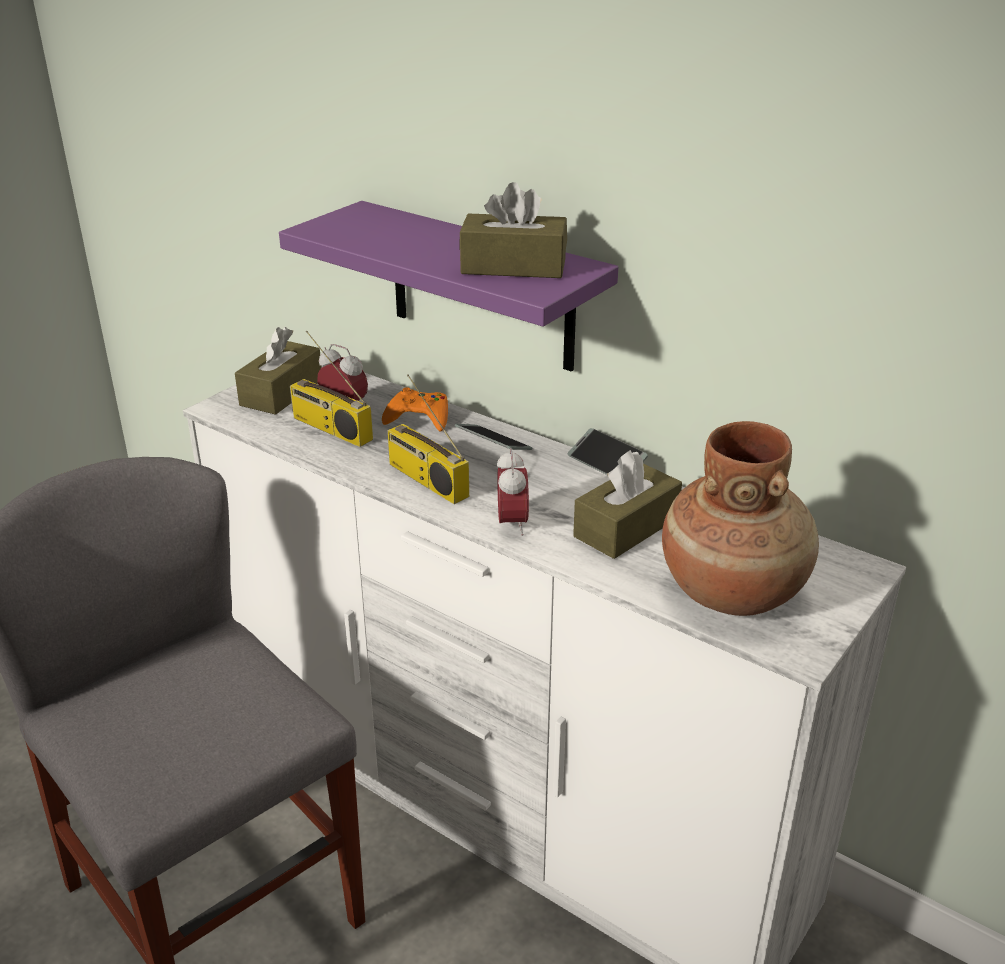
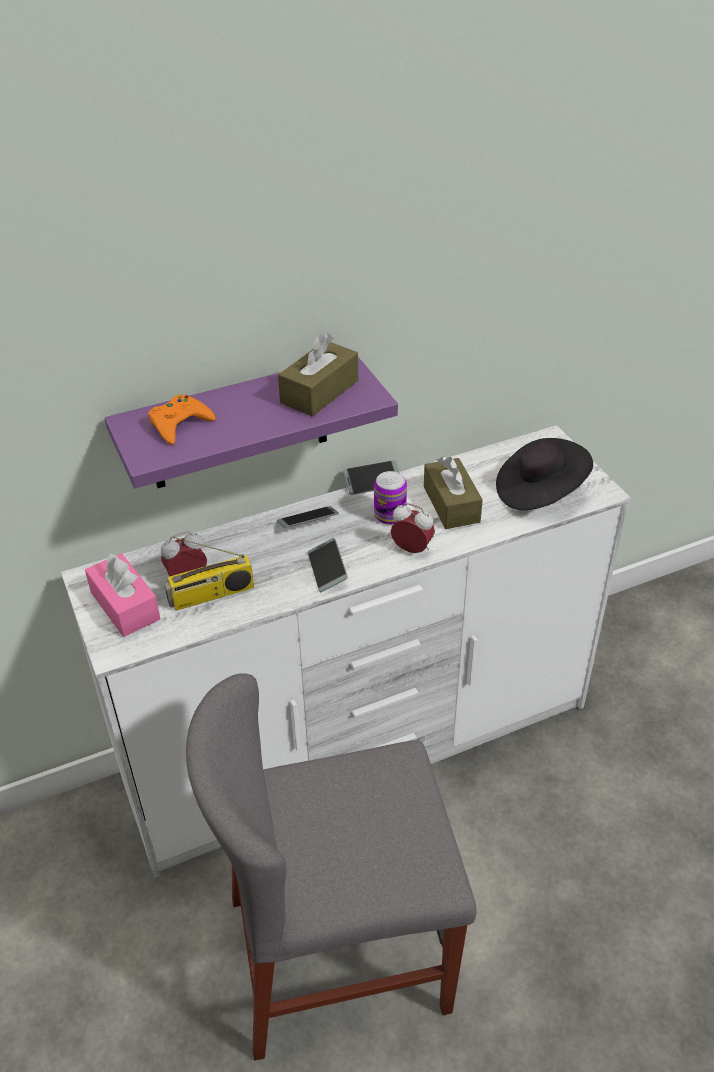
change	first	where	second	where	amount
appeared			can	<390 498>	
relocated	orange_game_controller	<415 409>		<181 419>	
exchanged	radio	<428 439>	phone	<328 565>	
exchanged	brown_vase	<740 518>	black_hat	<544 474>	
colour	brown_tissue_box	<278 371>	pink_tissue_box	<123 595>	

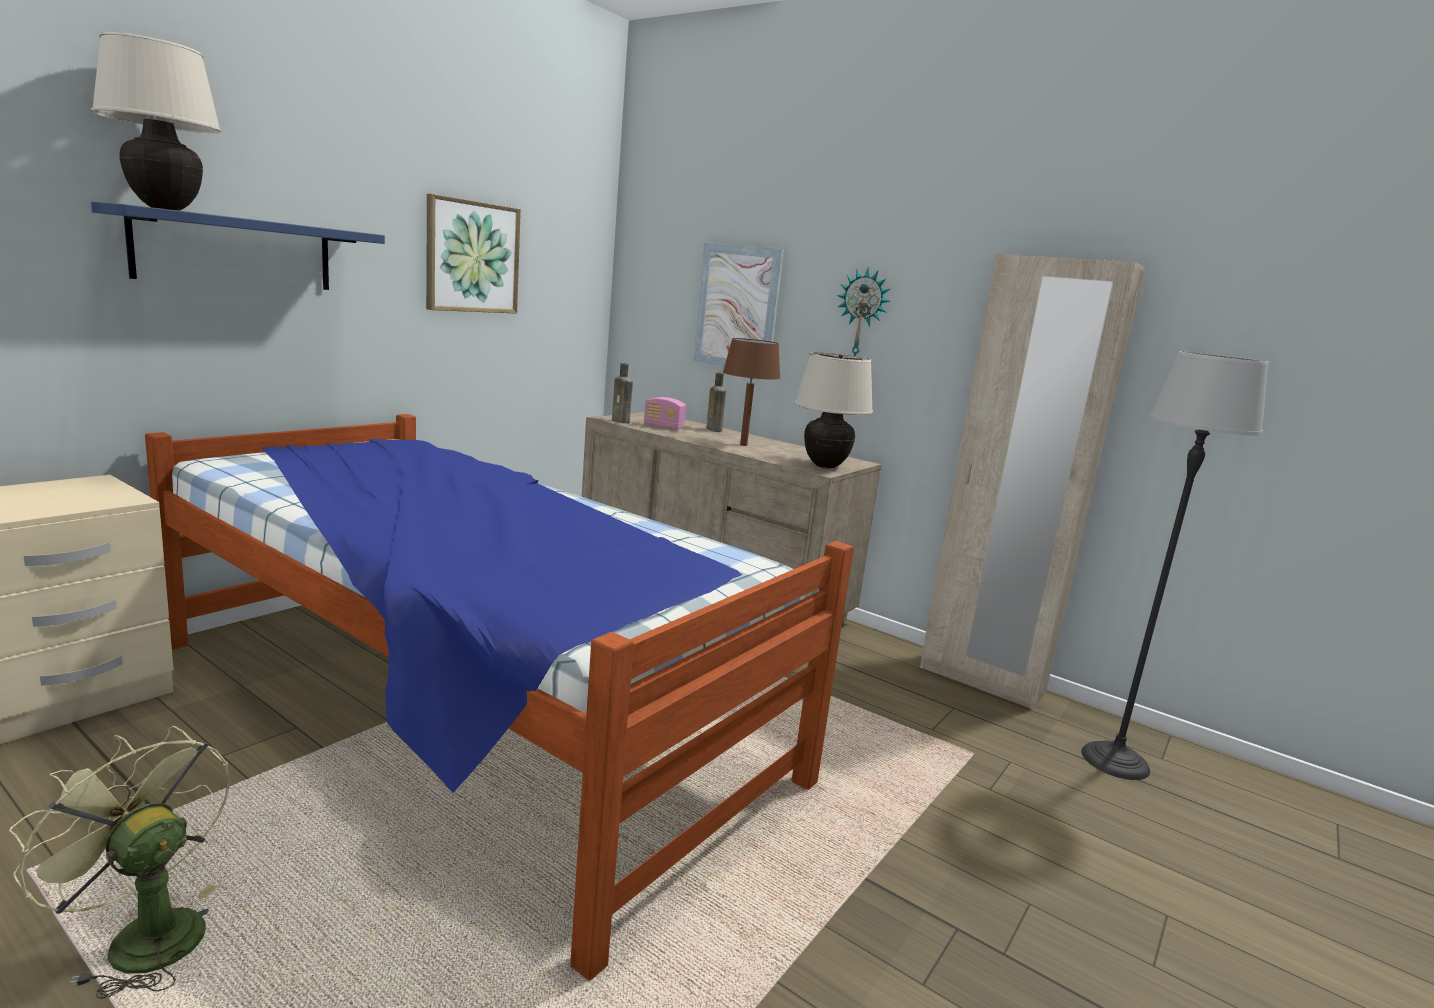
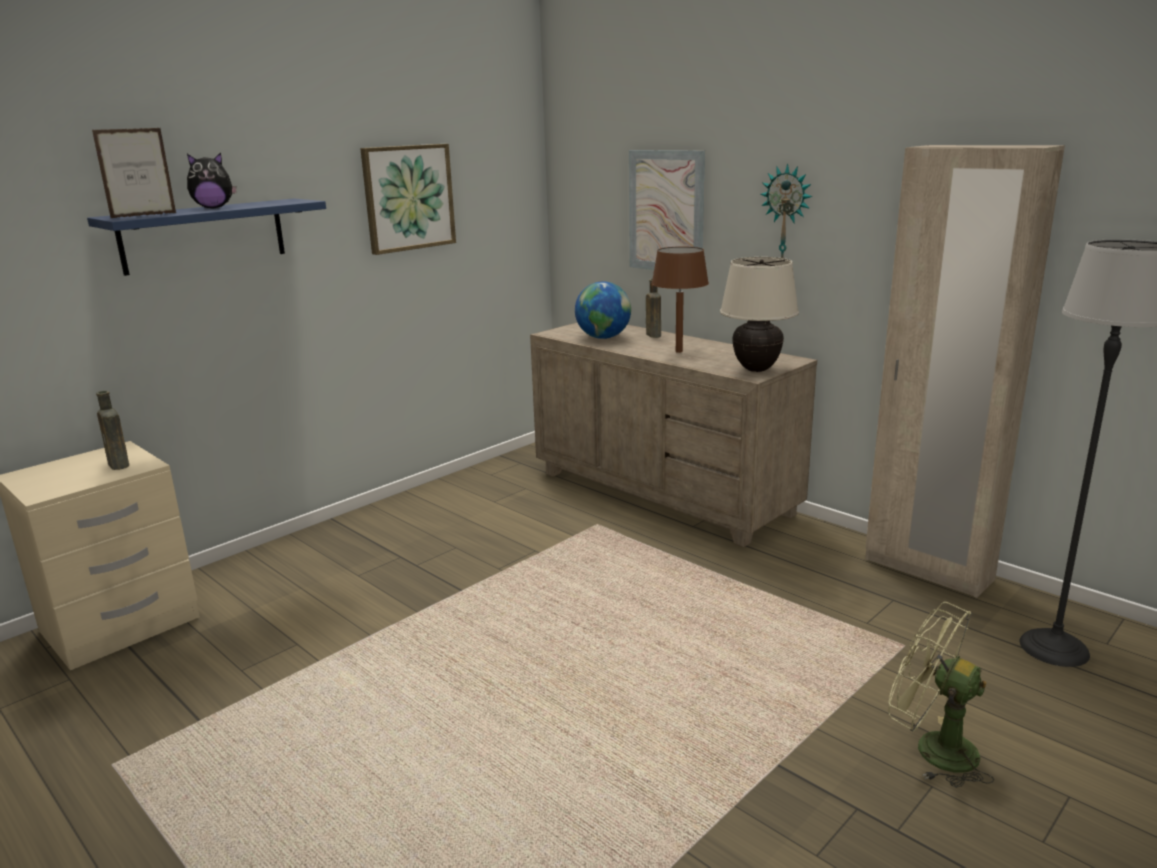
change	first	where	second	where	amount
missing	bed	<499 697>			
appeared			plush_toy	<212 180>	
relocated	green_fan	<119 862>		<941 695>	
relocated	brown_bottle	<622 393>		<112 430>	
exchanged	beige_table_lamp	<156 121>	picture_frame	<134 173>	
exchanged	radio	<665 413>	globe	<603 310>	

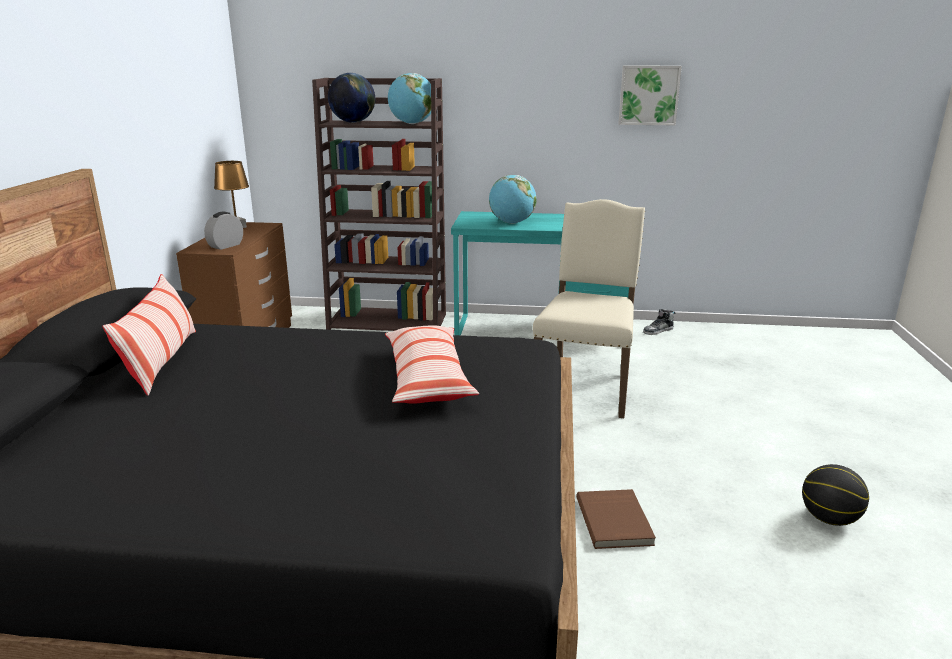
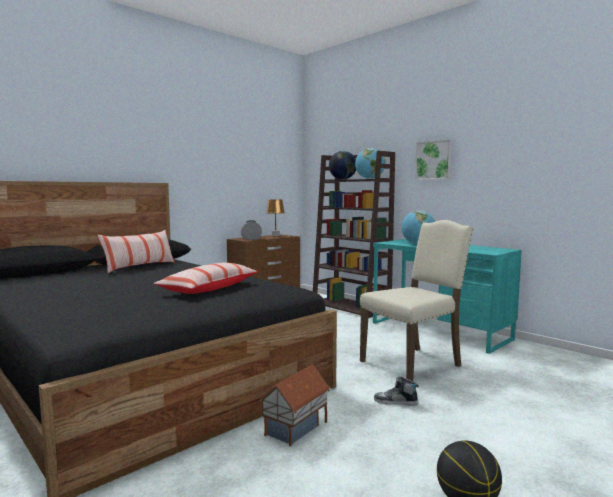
change	first	where	second	where	amount
relocated	picture	<650 95>		<434 159>	
relocated	shoe	<659 322>		<396 391>	
exchanged	brown_book	<616 519>	toy_house	<294 405>	

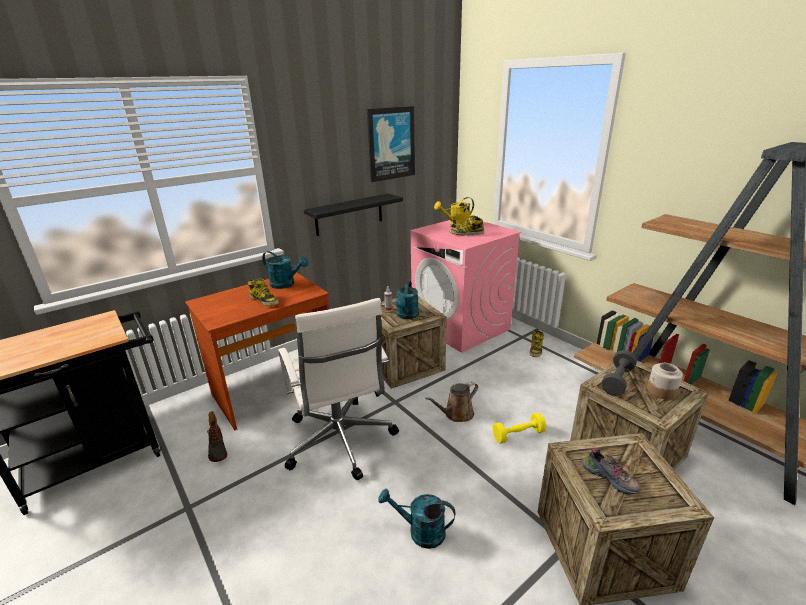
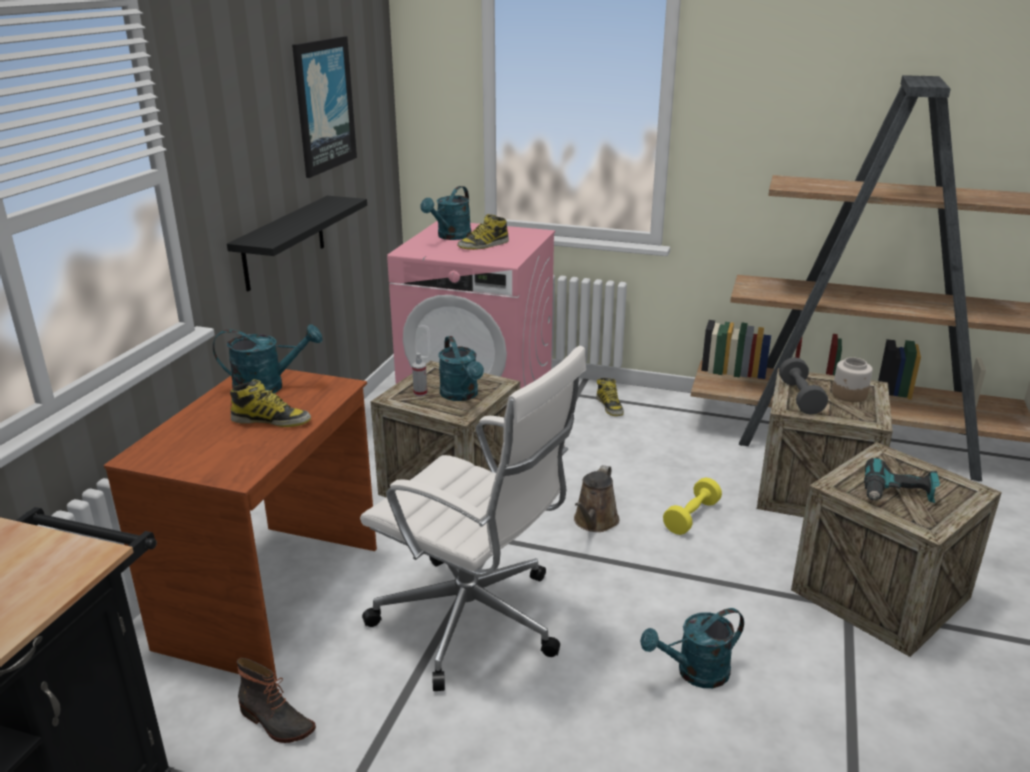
change	first	where	second	where	amount
exchanged	shoe	<611 471>	power_drill	<902 480>	
colour	yellow_watering_can	<454 212>	turquoise_watering_can	<445 213>	

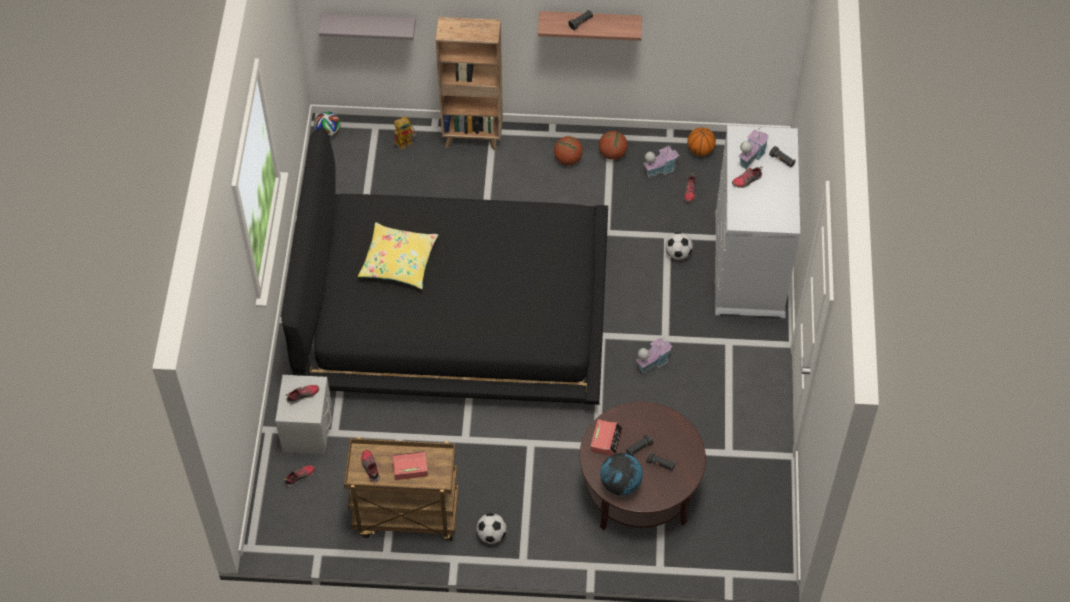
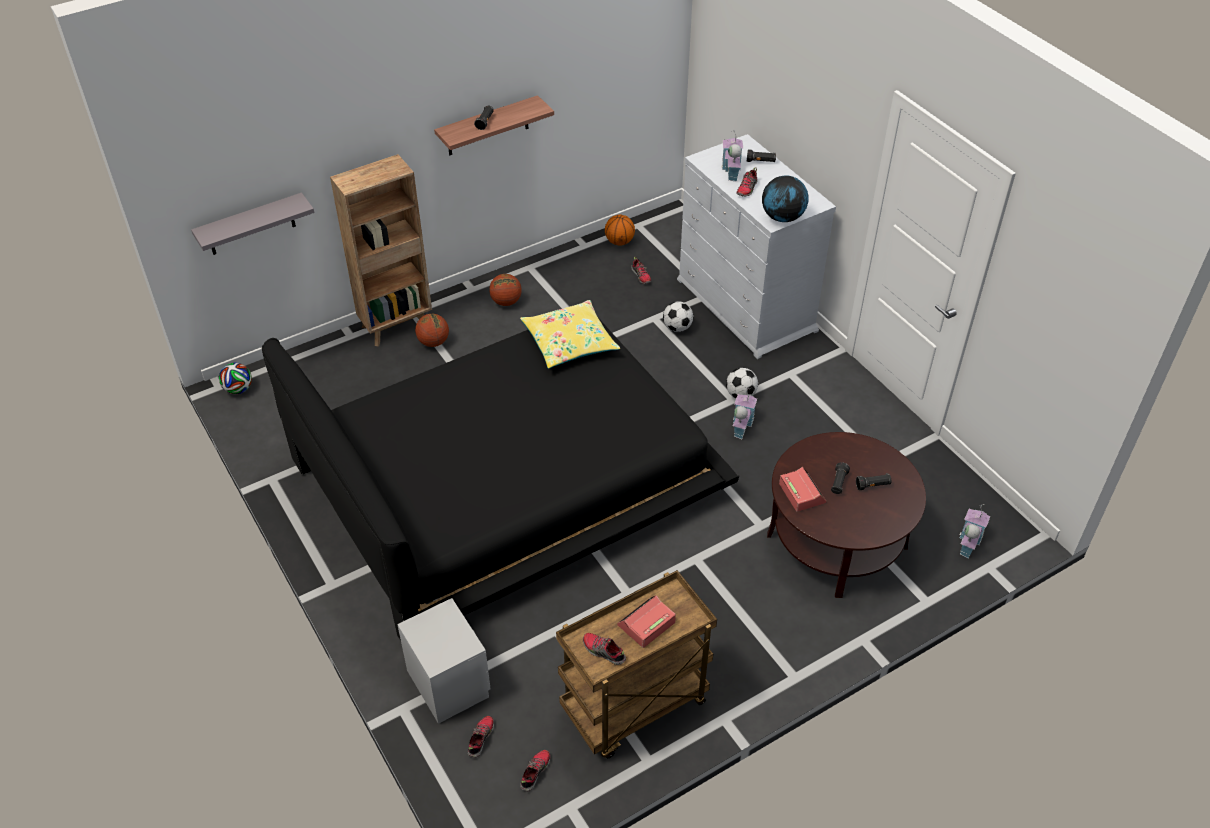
change	first	where	second	where	amount
missing	toy_robot	<405 133>			
relocated	shoe	<302 394>		<535 770>	
relocated	yellow_pillow	<398 255>		<570 334>	
relocated	football	<491 528>		<742 383>	
relocated	basketball	<613 145>		<432 330>	
relocated	globe	<621 474>		<785 198>	
relocated	toy_house	<661 161>		<974 531>	

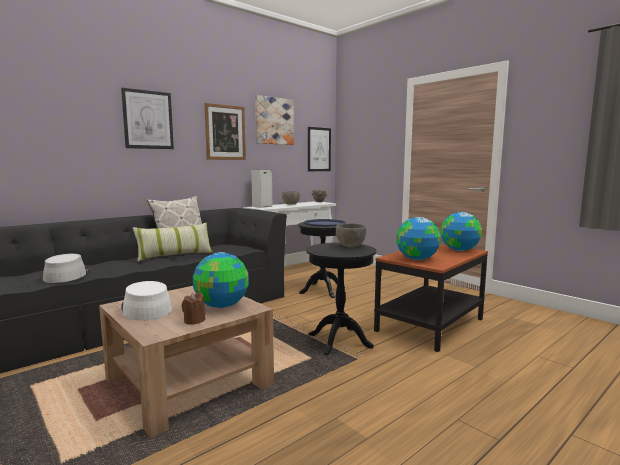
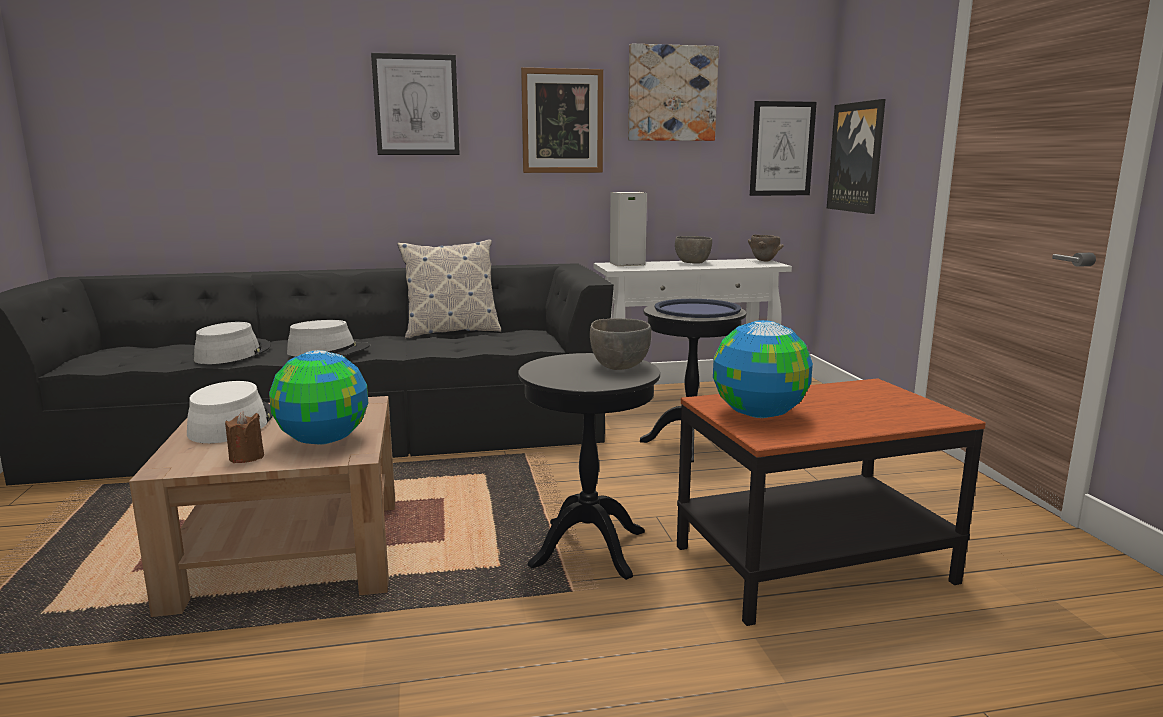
change	first	where	second	where	amount
missing	pillow	<173 242>			
missing	globe	<461 231>			
appeared			grey_hat	<328 338>	
appeared			picture	<856 156>	

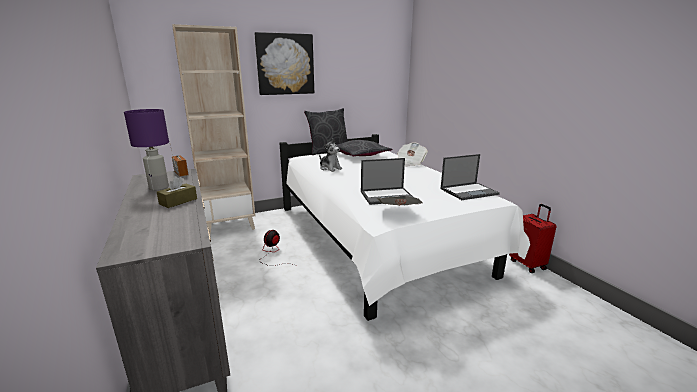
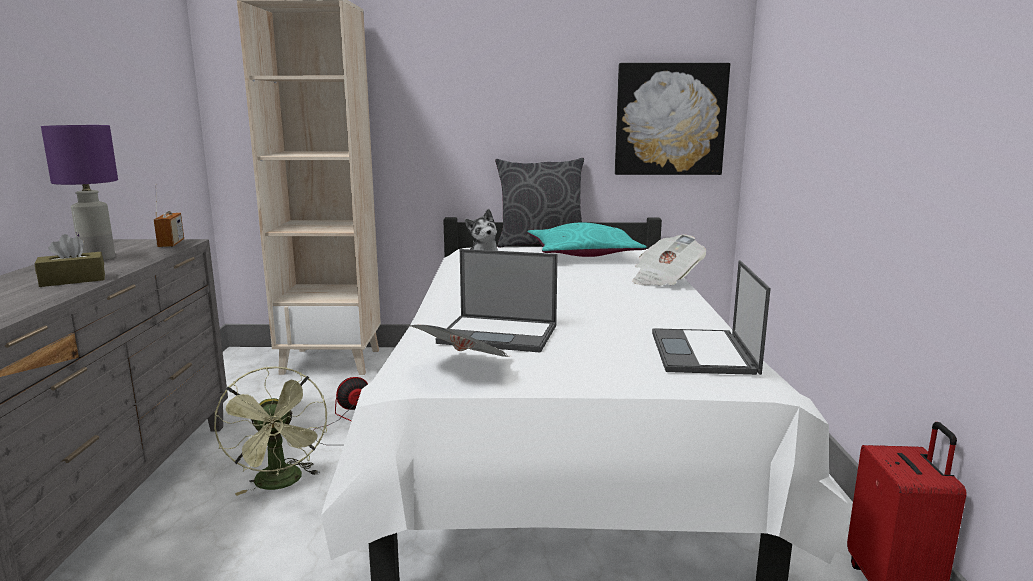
change	first	where	second	where	amount
appeared			green_fan	<270 431>	
relocated	picture	<284 63>		<672 119>	
colour	grey_pillow	<364 148>	turquoise_pillow	<587 239>	
spun	laptop	<470 177>		<711 317>	90 degrees clockwise

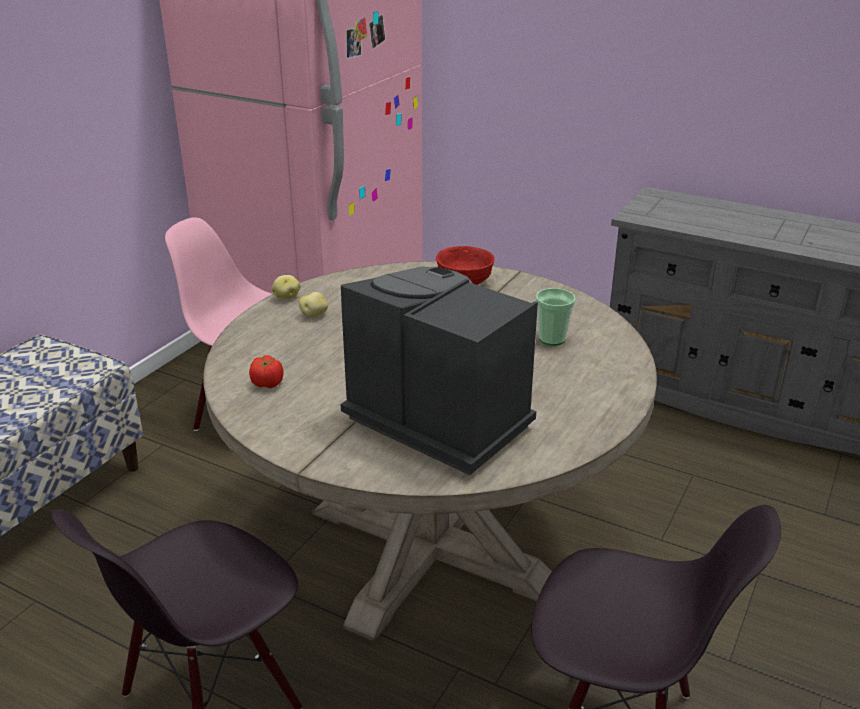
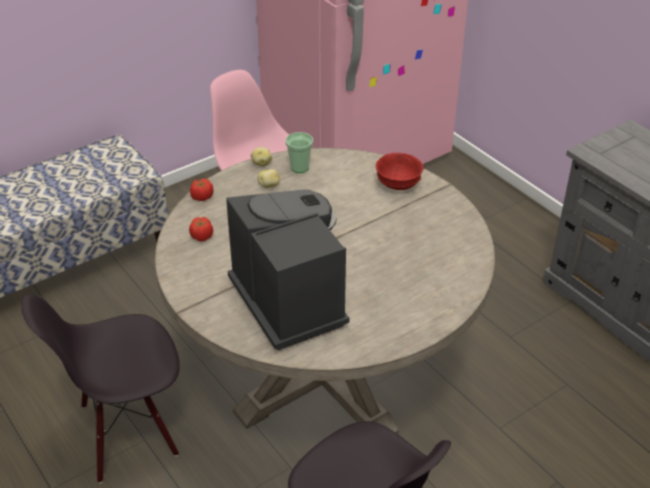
change	first	where	second	where	amount
appeared			tomato	<201 190>	
relocated	cup	<555 317>		<299 152>	

